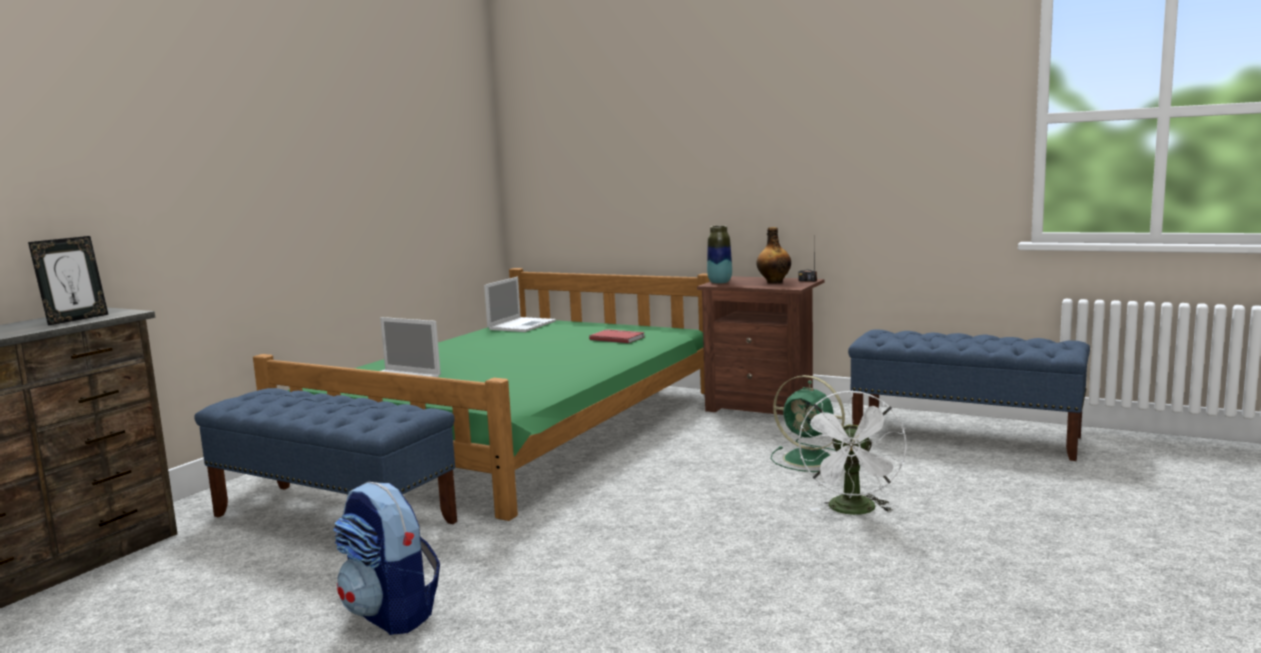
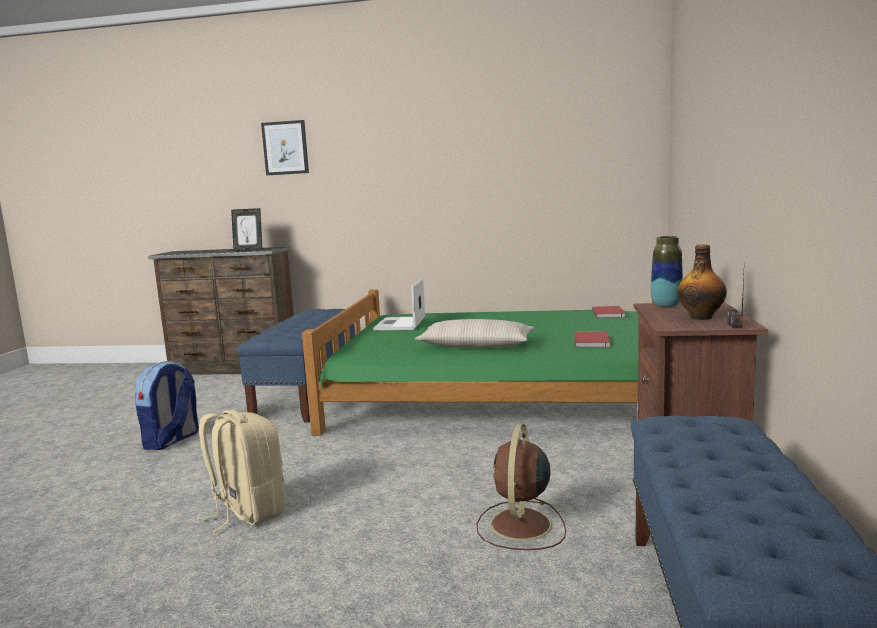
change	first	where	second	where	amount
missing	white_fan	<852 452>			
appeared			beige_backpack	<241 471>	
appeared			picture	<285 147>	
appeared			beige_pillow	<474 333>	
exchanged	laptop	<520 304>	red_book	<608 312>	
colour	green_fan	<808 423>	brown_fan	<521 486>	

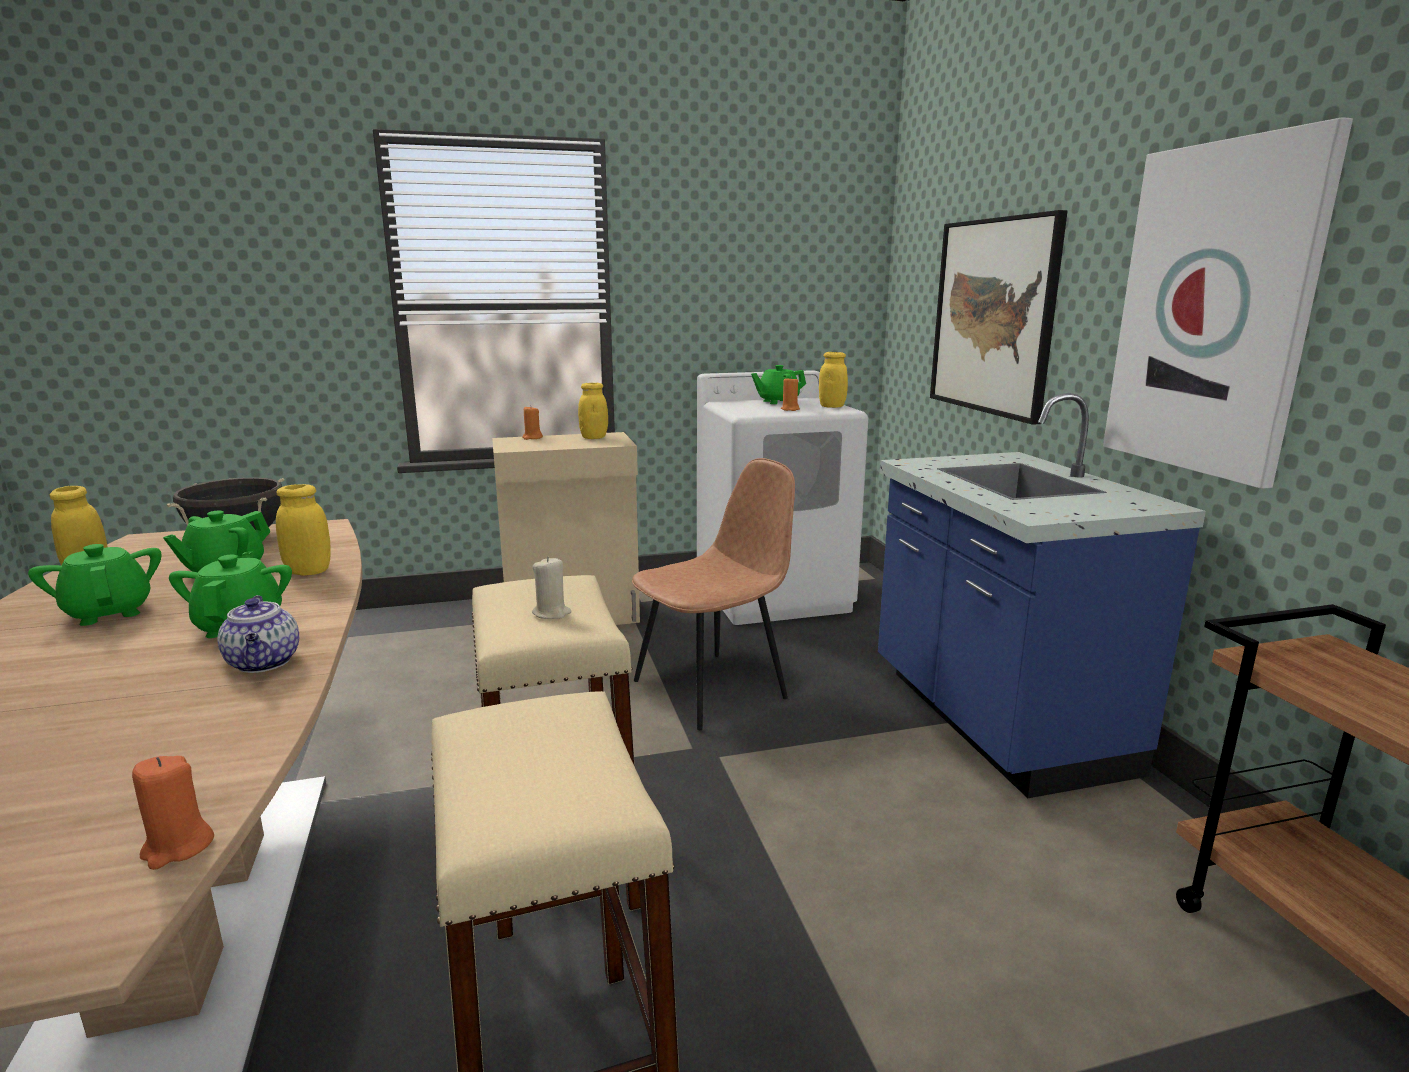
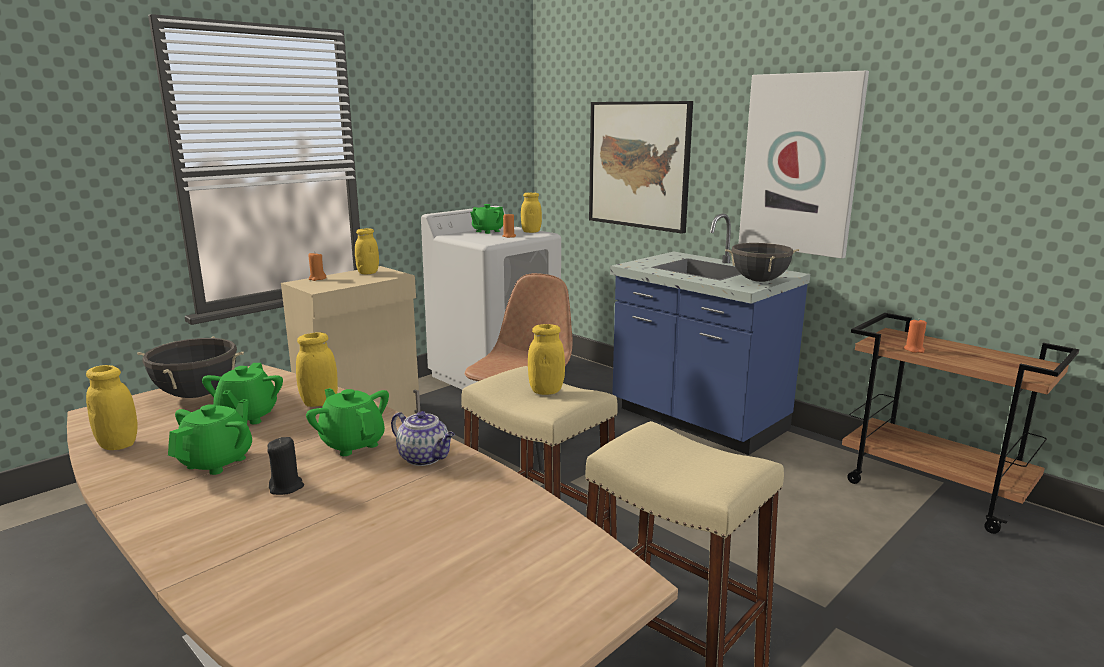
change	first	where	second	where	amount
appeared			black_candle	<285 466>	
appeared			black_cooking_pot	<762 262>	
relocated	orange_candle	<173 813>		<915 335>	
exchanged	beige_candle	<552 588>	yellow_jar	<546 359>	
spun	green_teapot	<94 585>		<210 437>	90 degrees clockwise

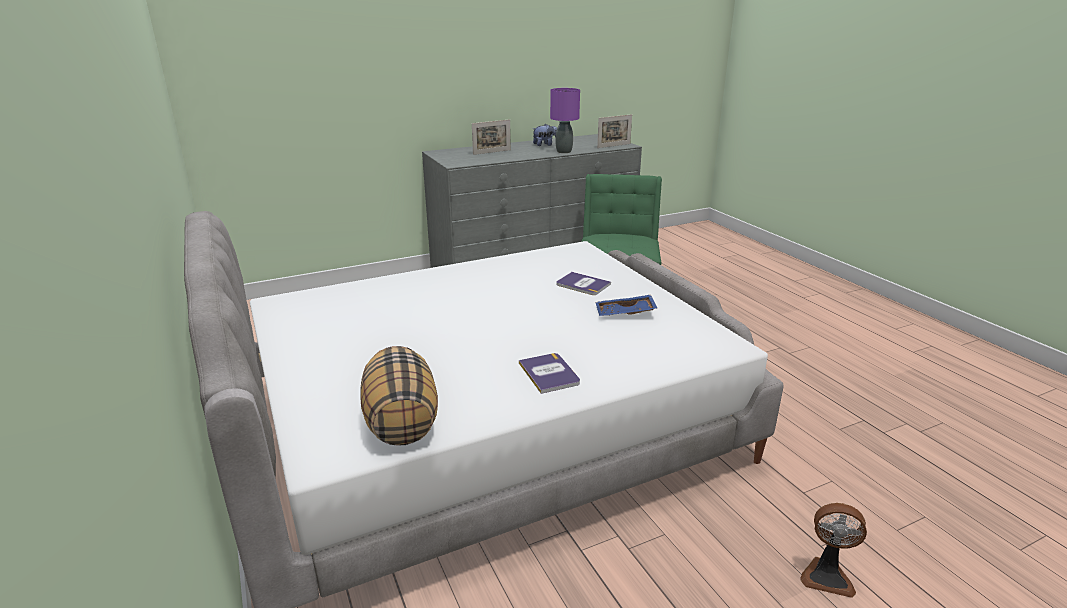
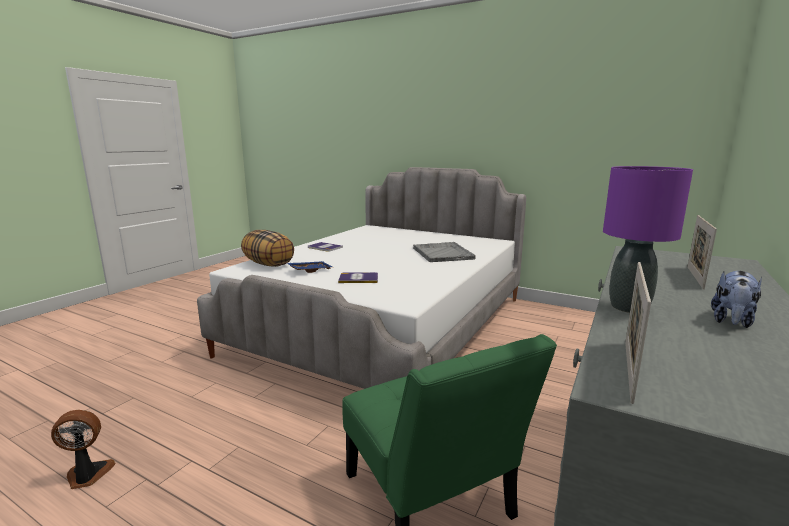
change	first	where	second	where	amount
appeared			grey_tray	<444 252>	
relocated	pillow	<399 396>		<267 248>	
relocated	fan	<833 550>		<83 449>	

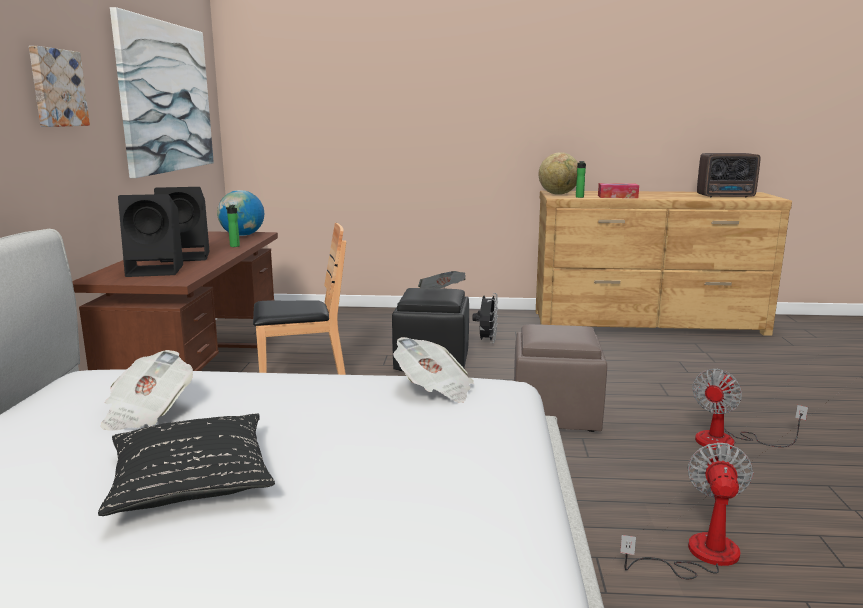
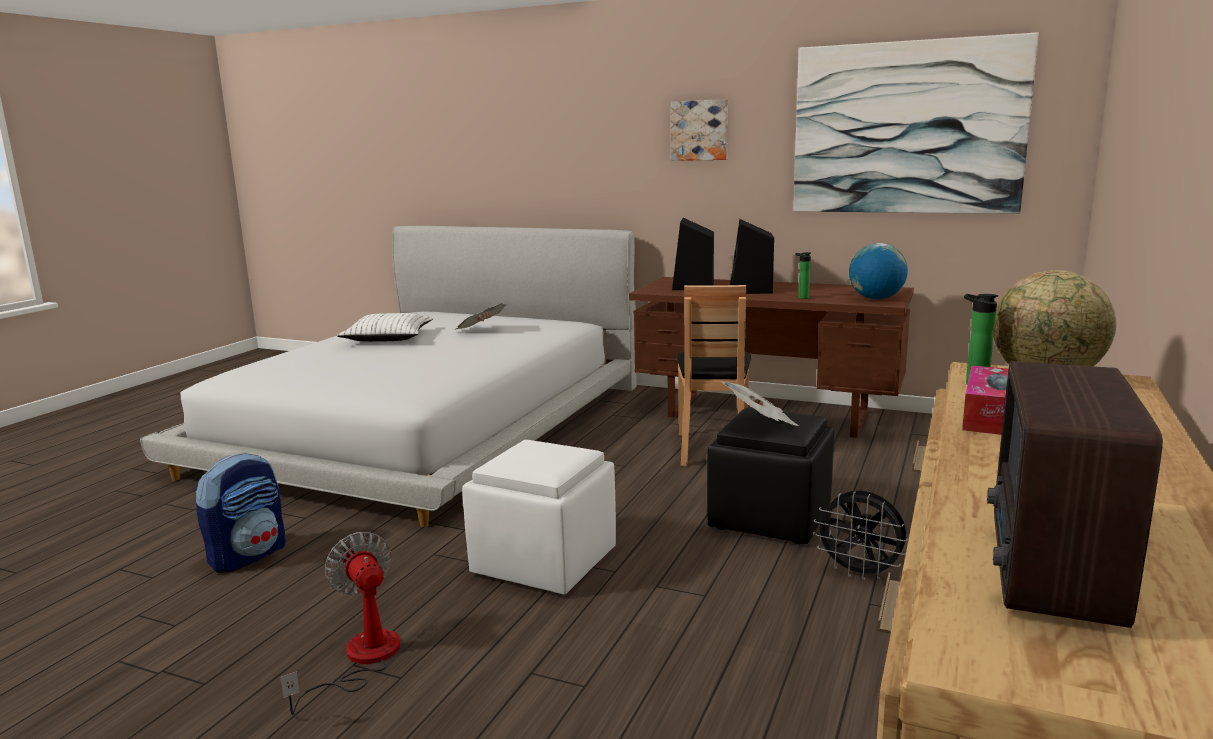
change	first	where	second	where	amount
missing	newspaper	<433 370>			
exchanged	fan	<686 511>	backpack	<240 512>	
colour	black_pillow	<186 464>	white_pillow	<384 327>	
colour	brown_ottoman	<560 378>	white_ottoman	<539 517>	

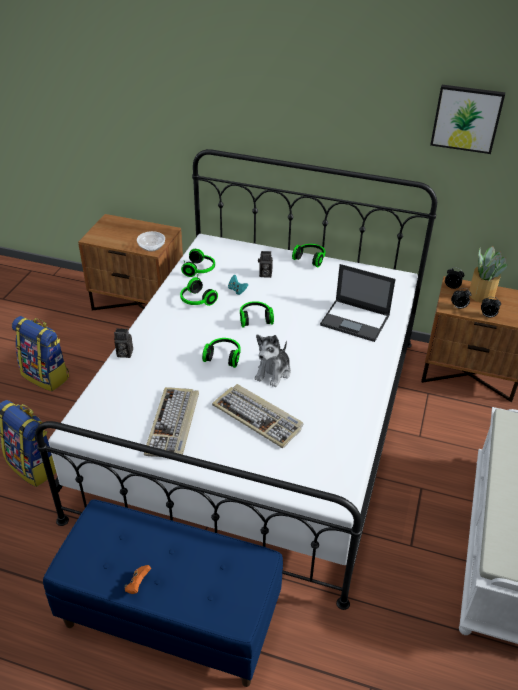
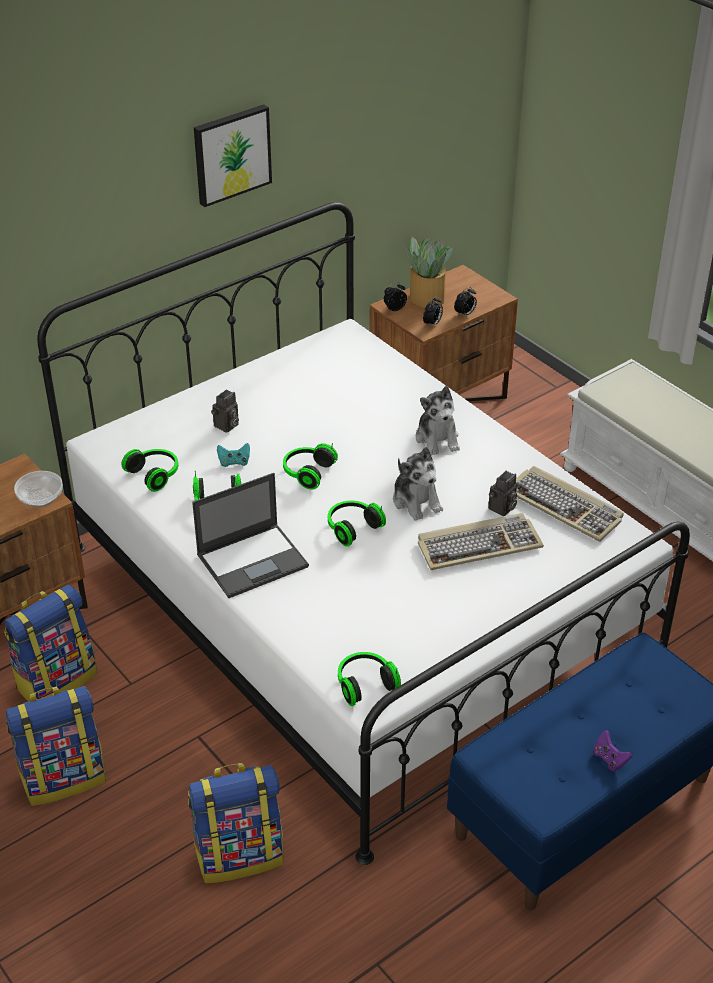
change	first	where	second	where	amount
appeared			backpack	<50 642>	
appeared			plush_toy	<438 421>	
relocated	photo_camera	<123 343>		<502 493>	
relocated	keyboard	<171 422>		<570 504>	
relocated	headphones	<309 255>		<369 679>	
relocated	laptop	<358 303>		<250 535>	
relocated	picture	<467 119>		<233 155>	
colour	orange_game_controller	<137 579>	purple_game_controller	<612 750>	

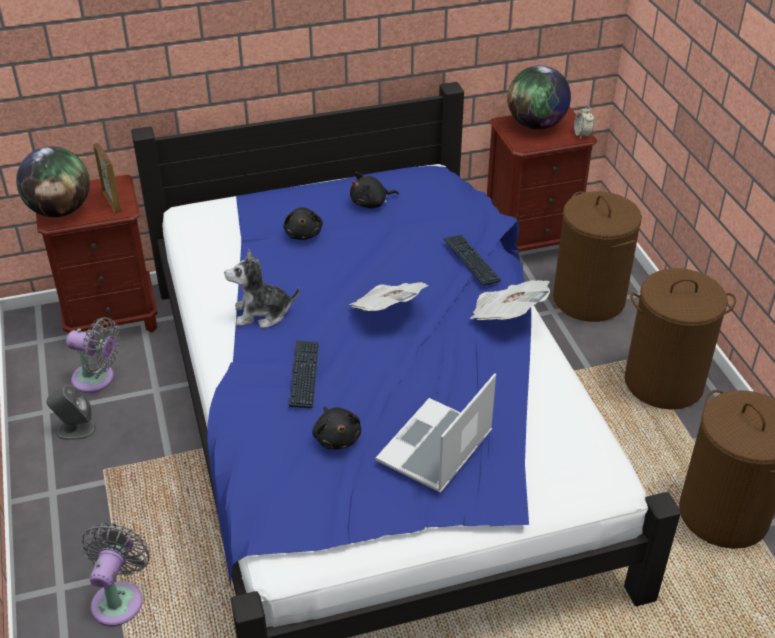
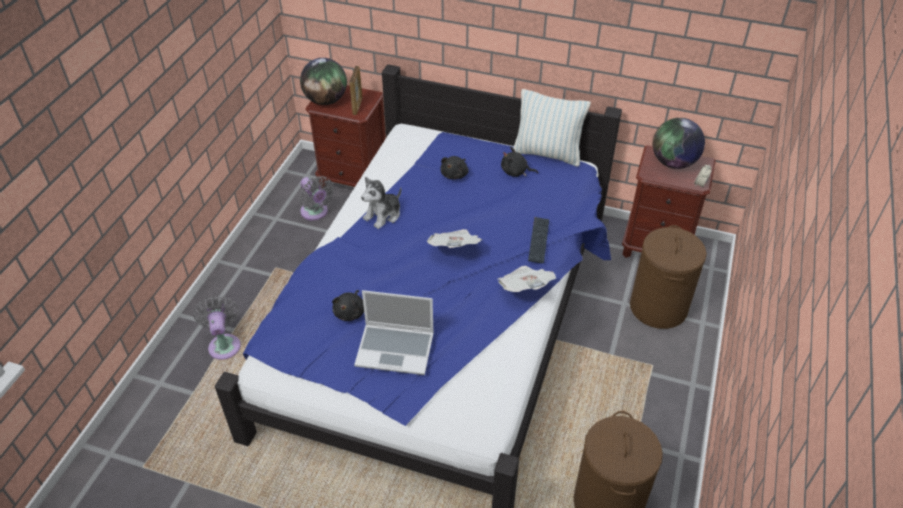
change	first	where	second	where	amount
missing	grey_speaker	<71 412>			
missing	keyboard	<304 374>			
missing	brown_laundry_basket	<680 339>			
appeared			pillow	<552 127>	
spun	grey_fan	<115 575>		<217 328>	60 degrees counterclockwise
spun	plush_toy	<261 288>		<381 203>	75 degrees counterclockwise
spun	laptop	<435 433>		<394 332>	150 degrees counterclockwise

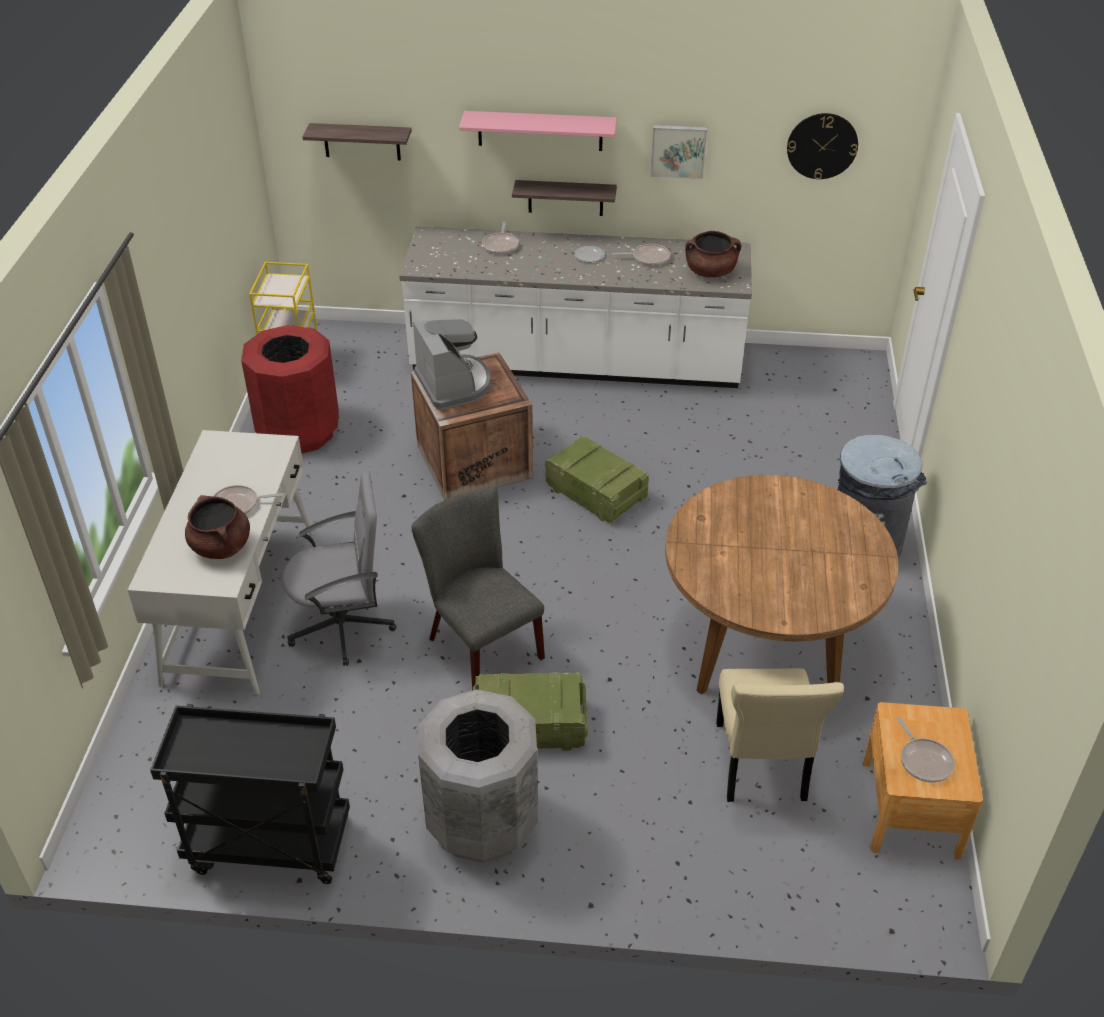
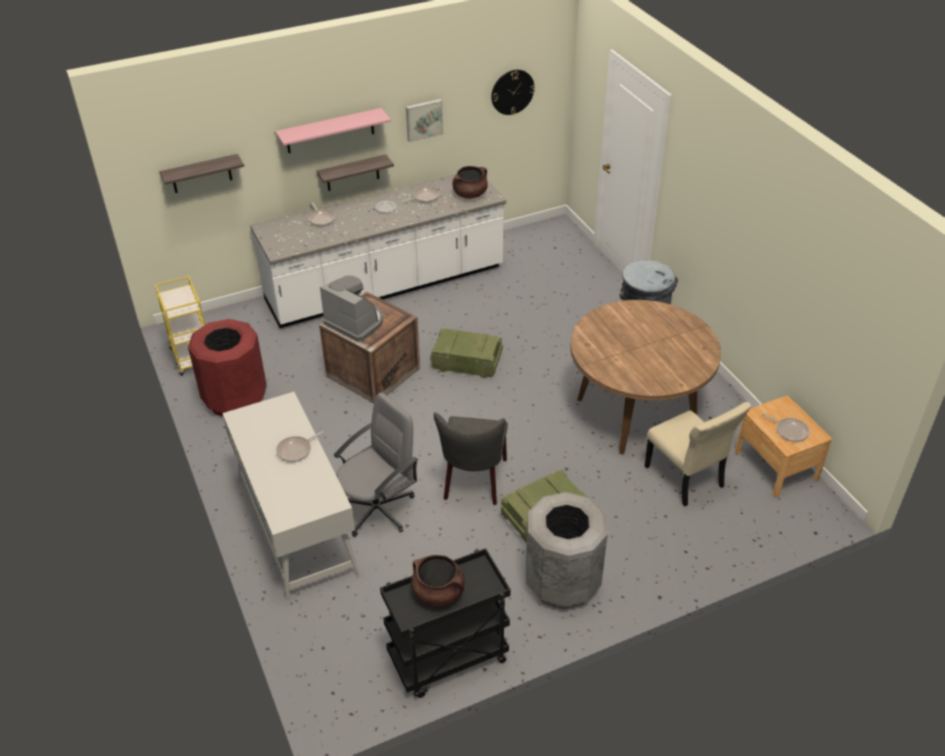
change	first	where	second	where	amount
relocated	brown_cooking_pot	<217 527>		<438 580>	
spun	grey_chair	<478 589>		<471 458>	105 degrees counterclockwise

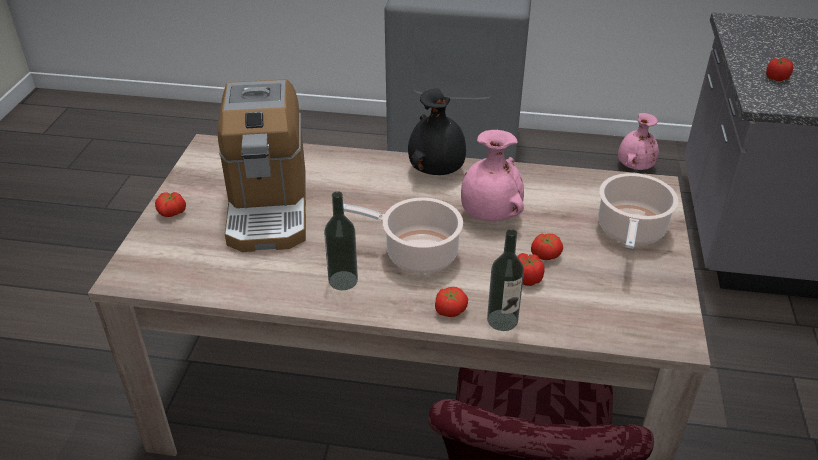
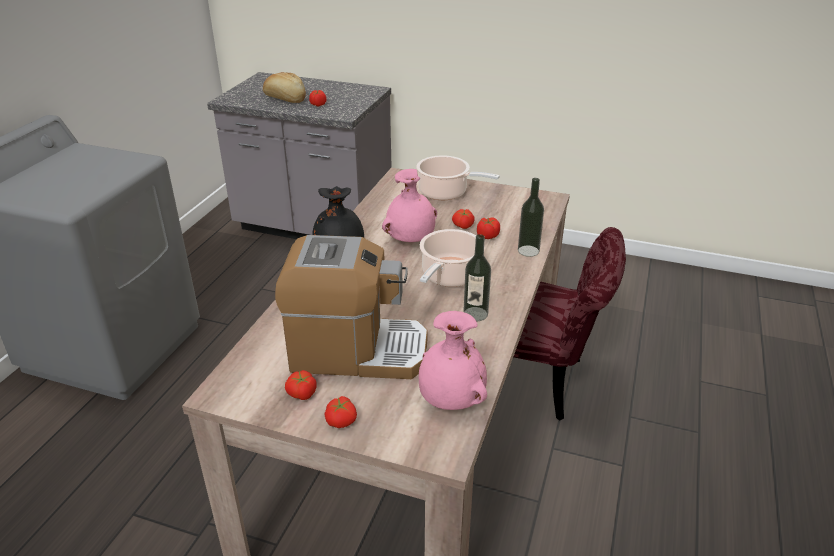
change	first	where	second	where	amount
appeared			bread	<284 87>	
relocated	tomato	<451 302>		<301 385>	
relocated	pink_vase	<638 141>		<453 360>	

